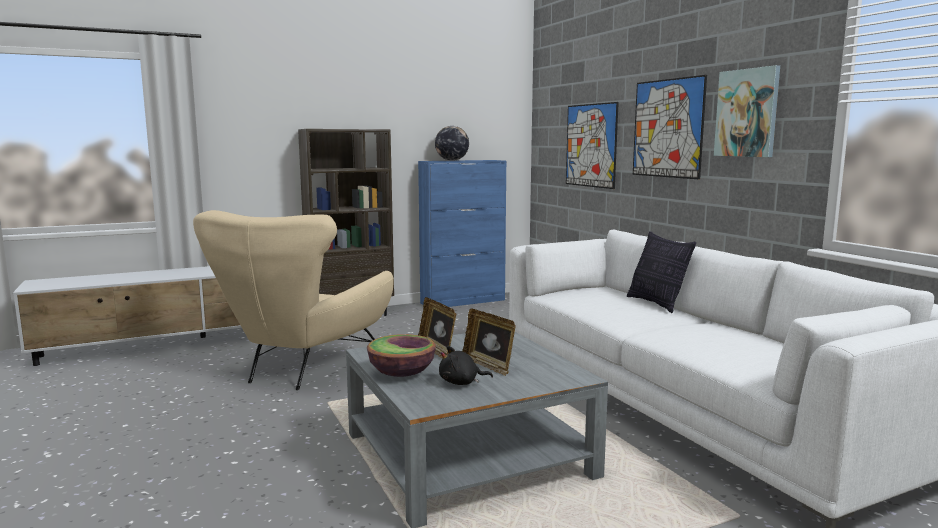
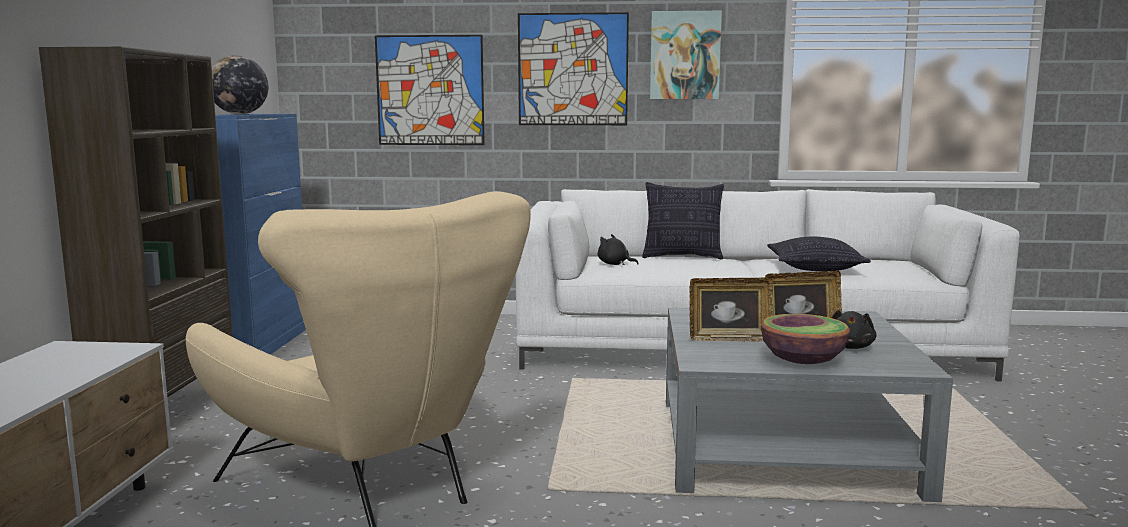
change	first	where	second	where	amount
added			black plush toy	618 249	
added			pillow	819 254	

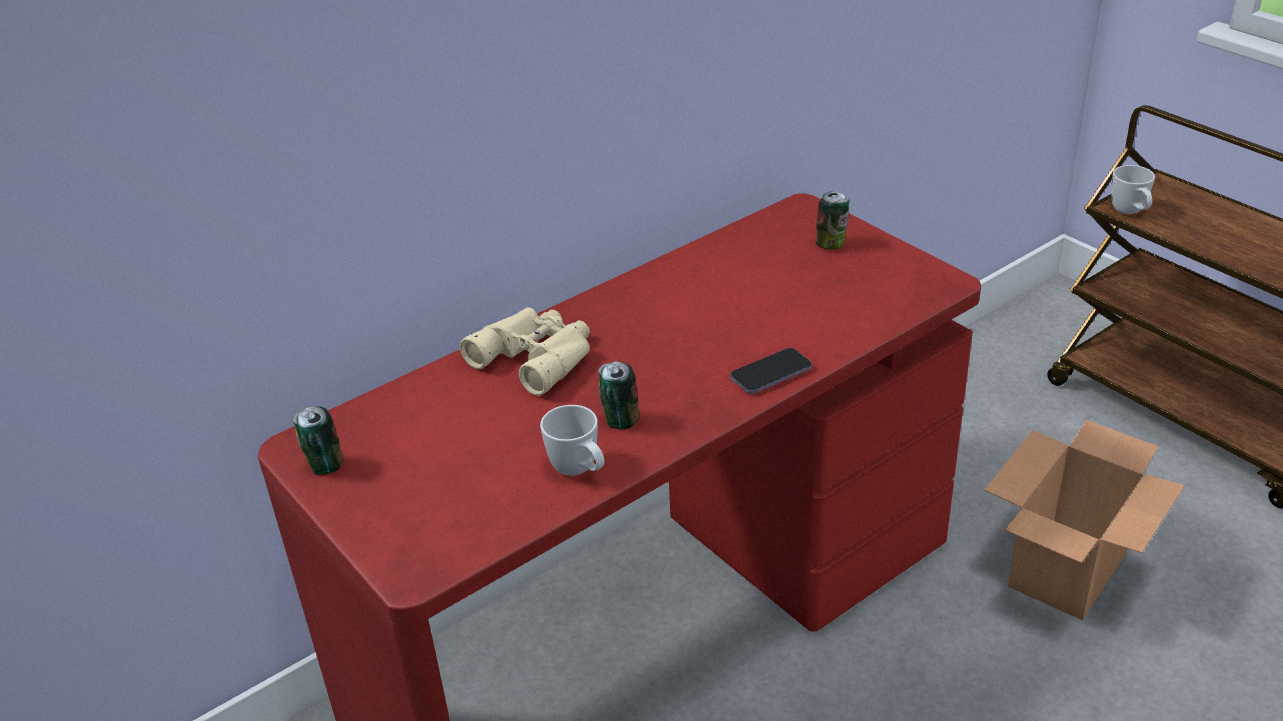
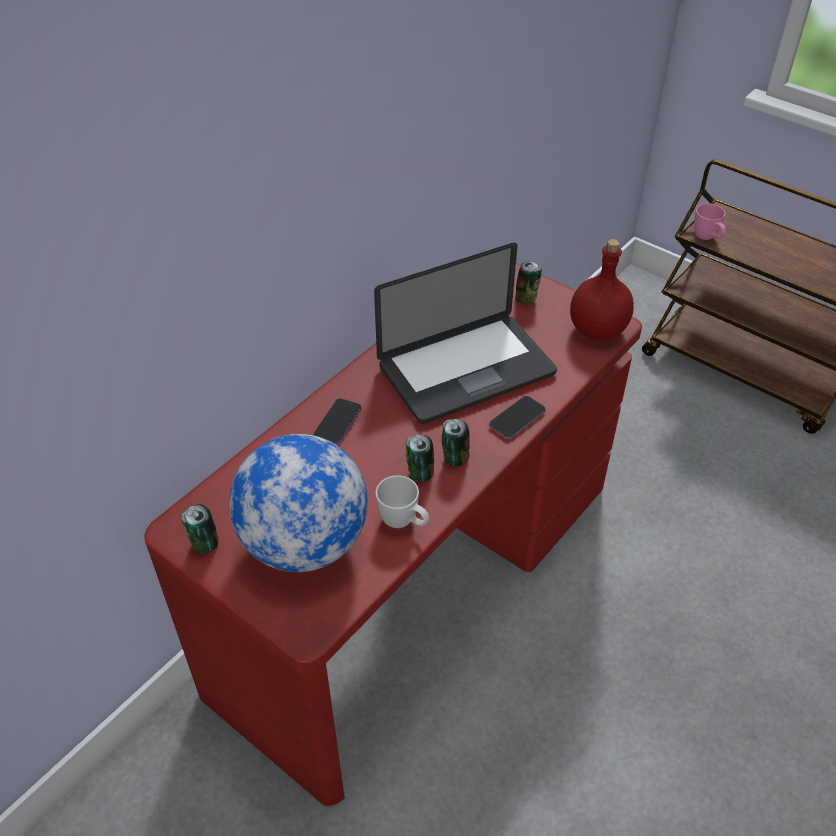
change	first	where	second	where	amount
recoloured	white mug	1133 189	pink mug	710 222	
replaced	beige binoculars	525 351	phone	337 421	
removed	cardboard box	1084 520			
added			red bottle	602 289	
added			laptop	465 333	
added			can	455 443	
added			globe	298 503	

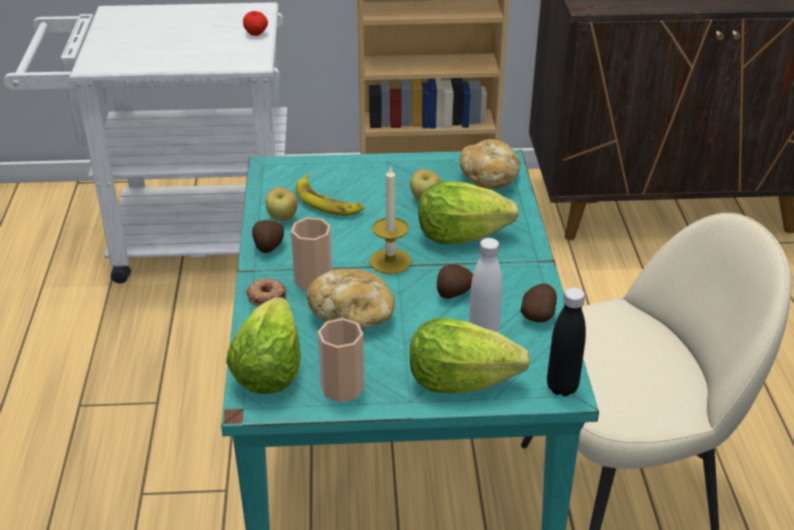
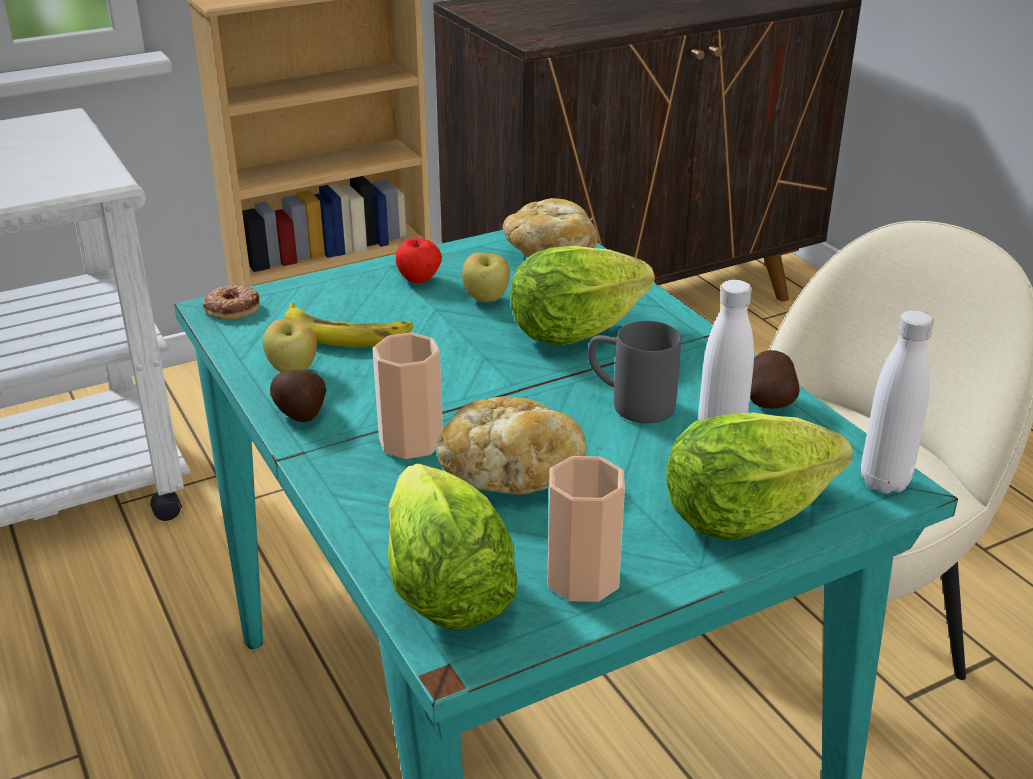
change	first	where	second	where	amount
moved	apple	255 23		419 260	
removed	candle	390 219			
replaced	potato	455 281	grey mug	634 372	
moved	donut	266 292		231 301	
recoloured	black bottle	566 341	white bottle	897 402	

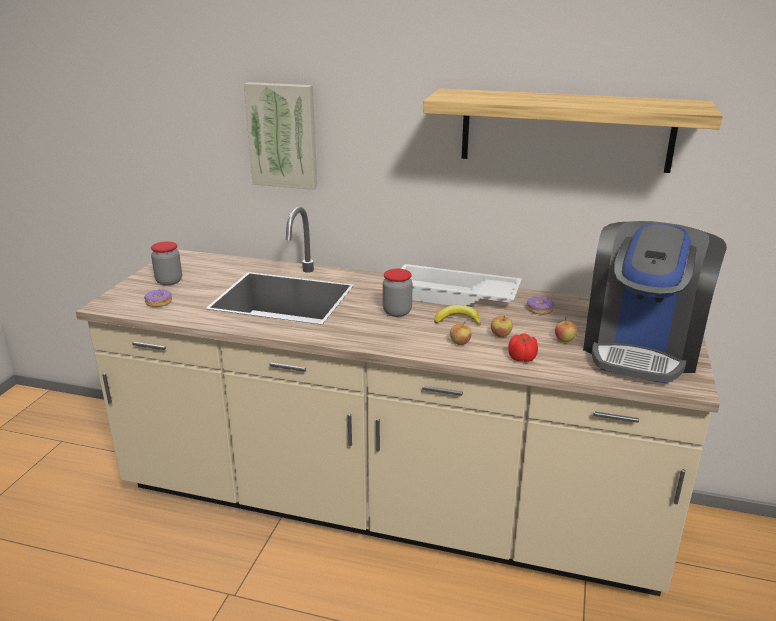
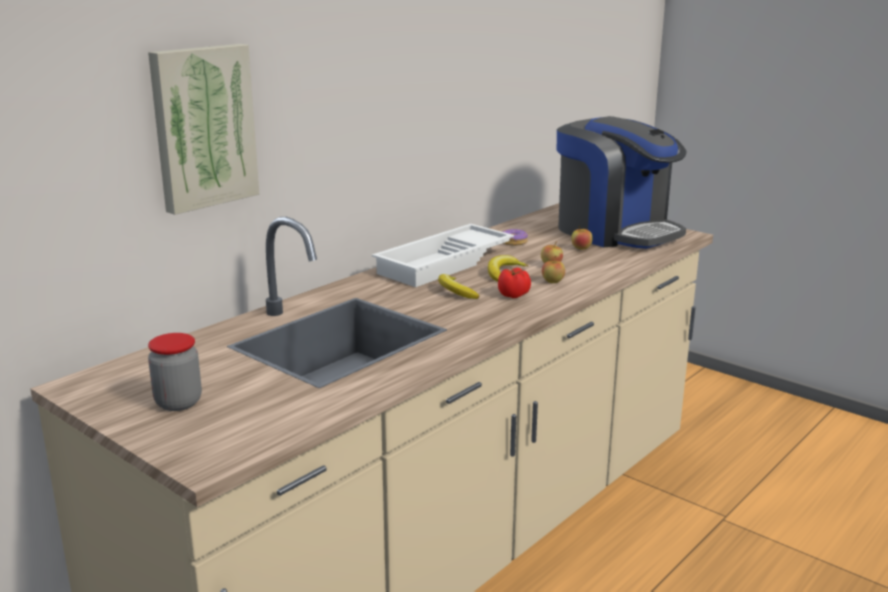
change	first	where	second	where	amount
removed	shelf	573 130			
replaced	jar	398 293	banana	458 286	
removed	donut	158 297			
moved	tomato	523 347		514 283	

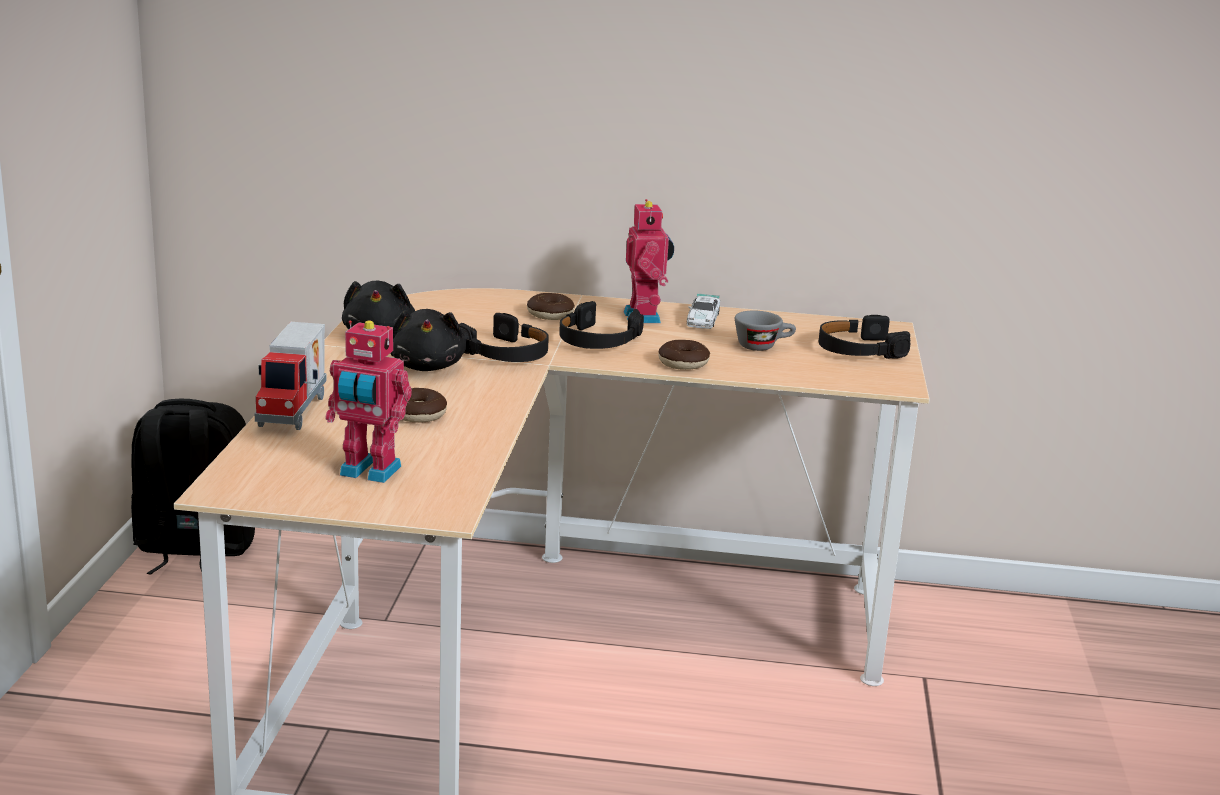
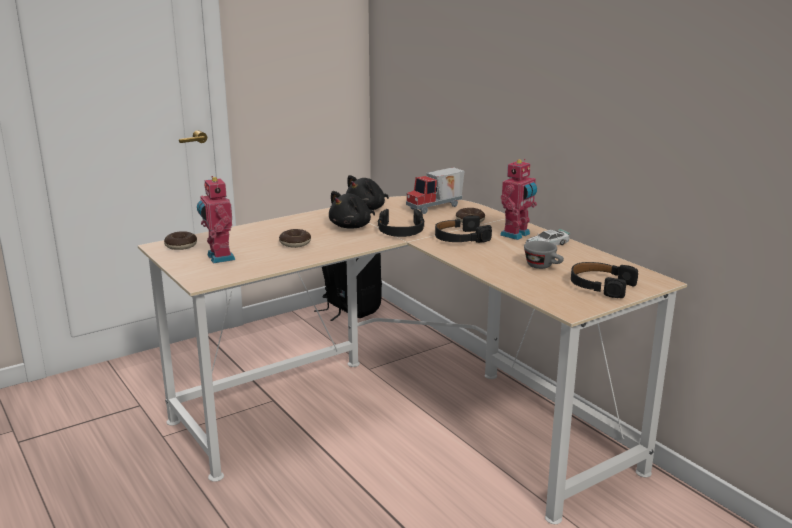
change	first	where	second	where	amount
moved	toy truck	291 376		435 190	
moved	donut	684 355		180 240	

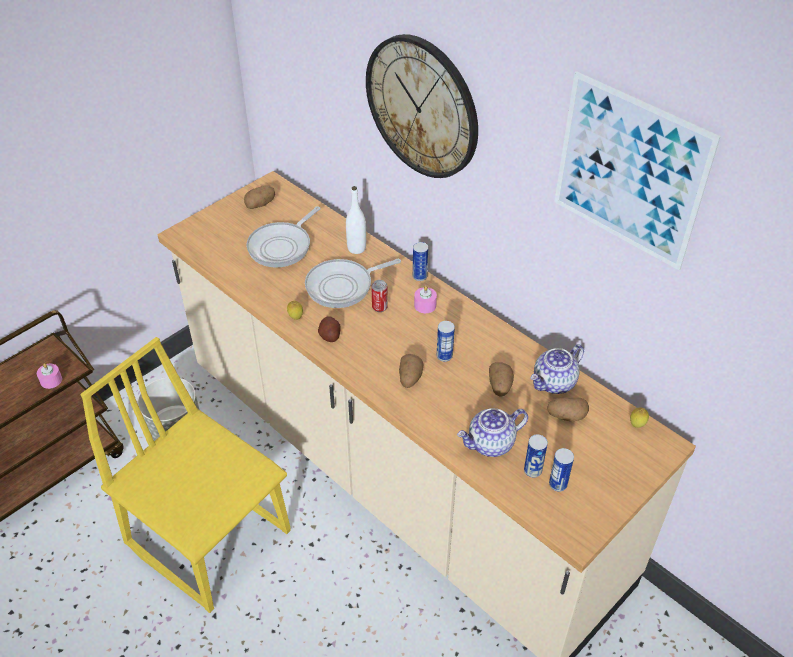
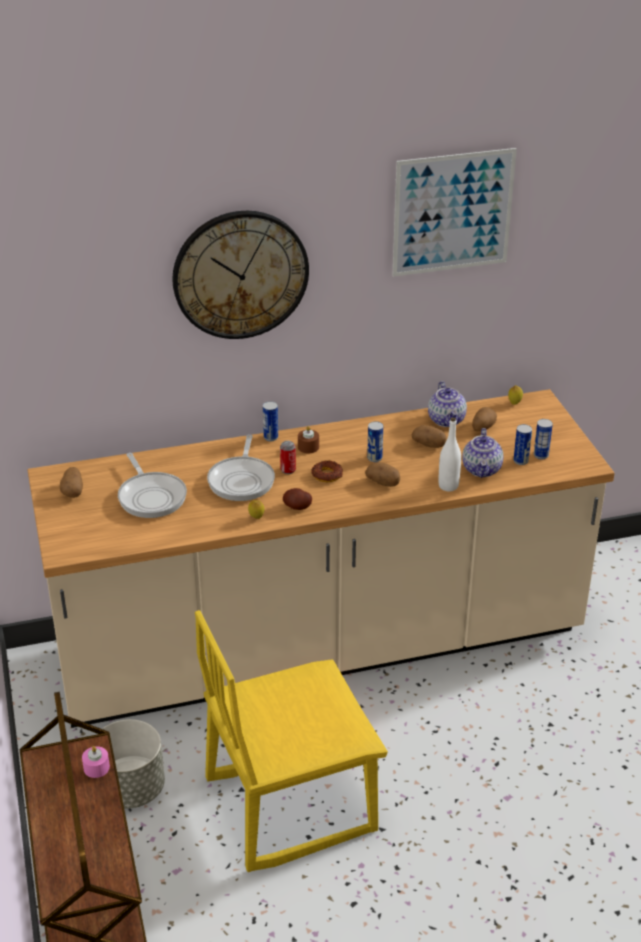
change	first	where	second	where	amount
moved	white bottle	356 220		449 454	
recoloured	pink candle	425 299	brown candle	308 439	
added			donut	327 471	

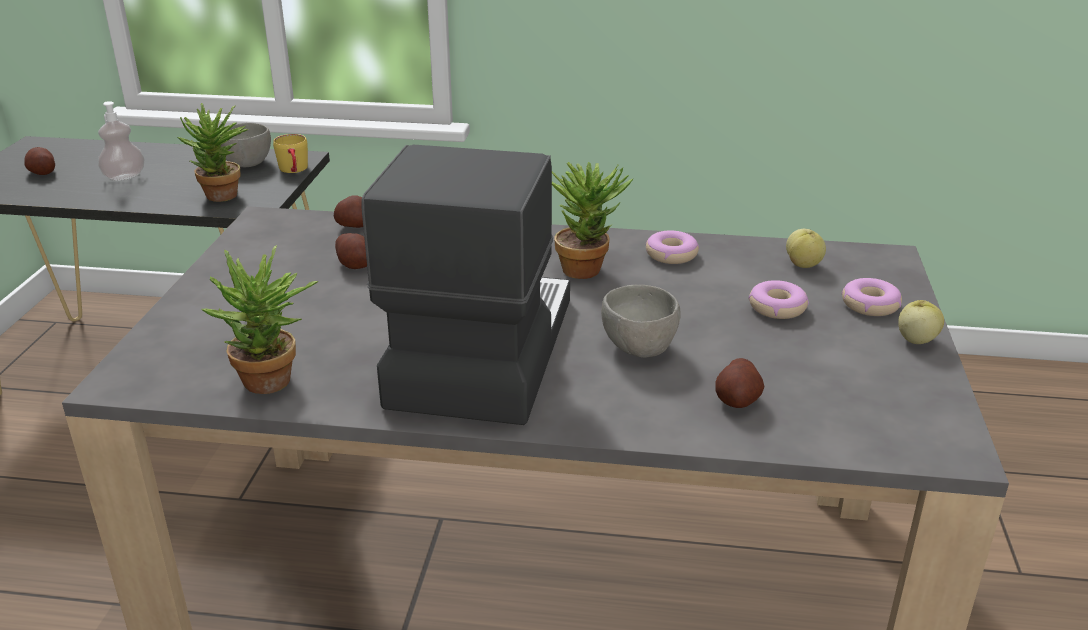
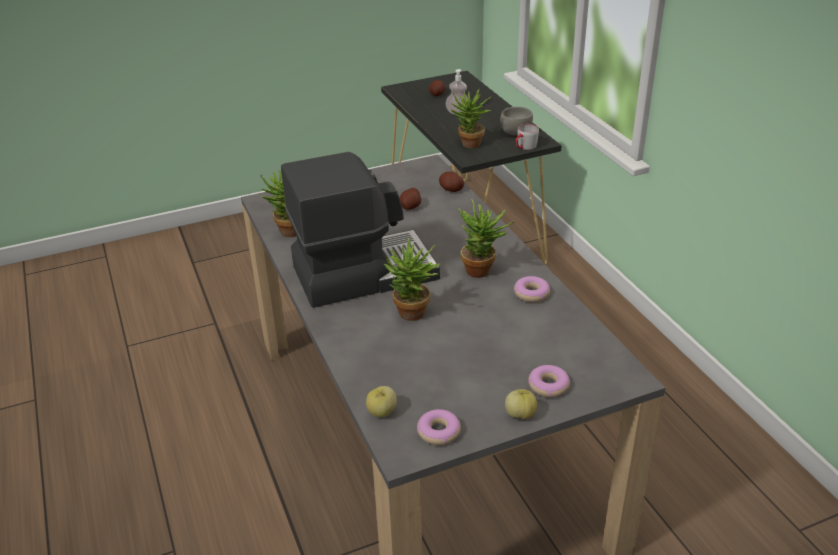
change	first	where	second	where	amount
recoloured	yellow mug	290 153	grey mug	527 137	
moved	apple	806 248		381 401	
moved	donut	778 299		439 427	
replaced	grey bowl	640 321	potted plant	412 279	
removed	potato	739 383			

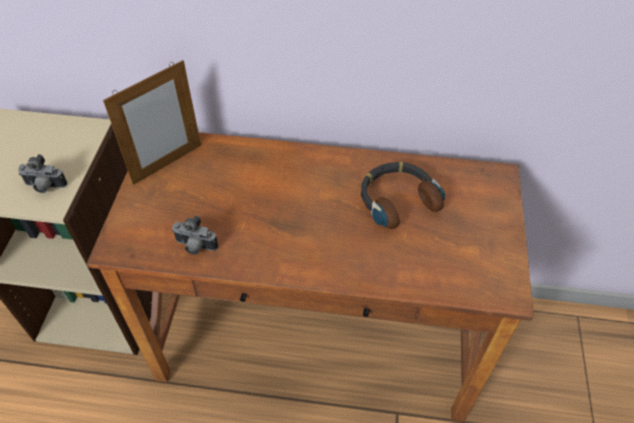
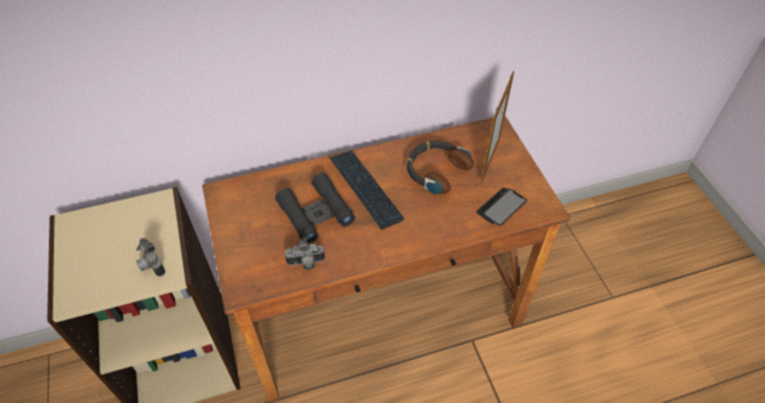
change	first	where	second	where	amount
moved	picture frame	152 122		497 128	
turned	photo camera	43 173		150 257	75 degrees clockwise
added			keyboard	367 190	
added			black binoculars	315 208	
added			phone	502 207	

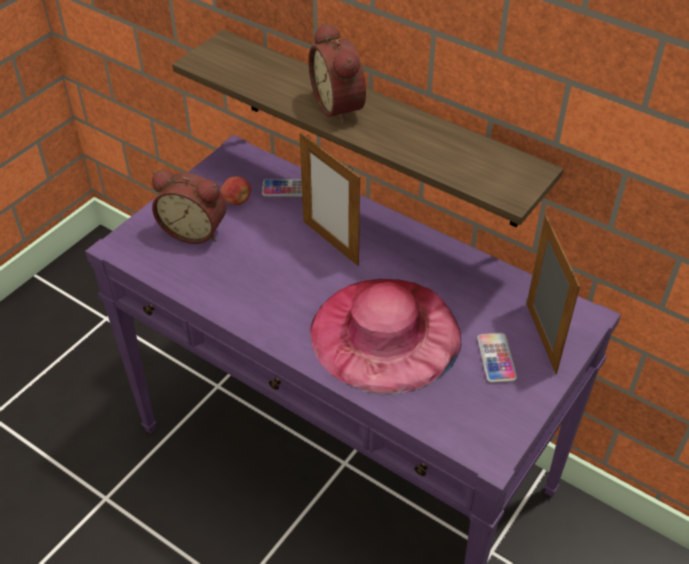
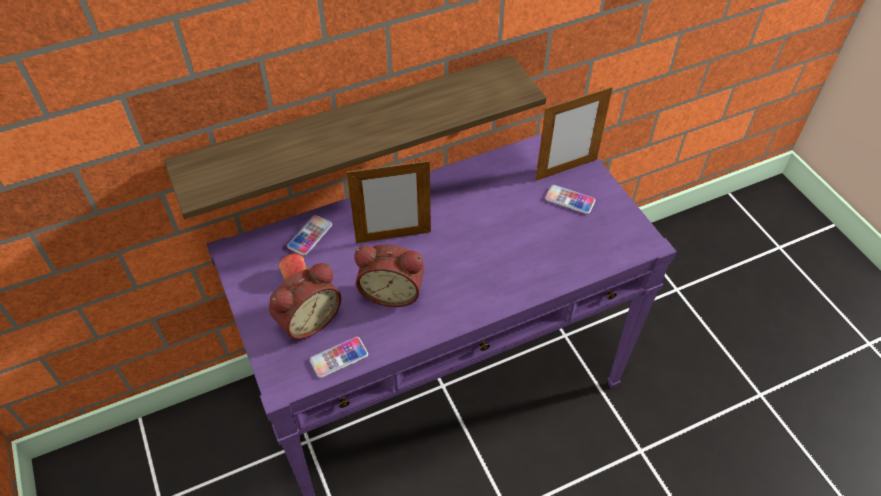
change	first	where	second	where	amount
moved	alarm clock	337 74		389 275	
turned	picture frame	553 294		574 134	135 degrees clockwise
removed	pink hat	385 337			
added			phone	339 357	

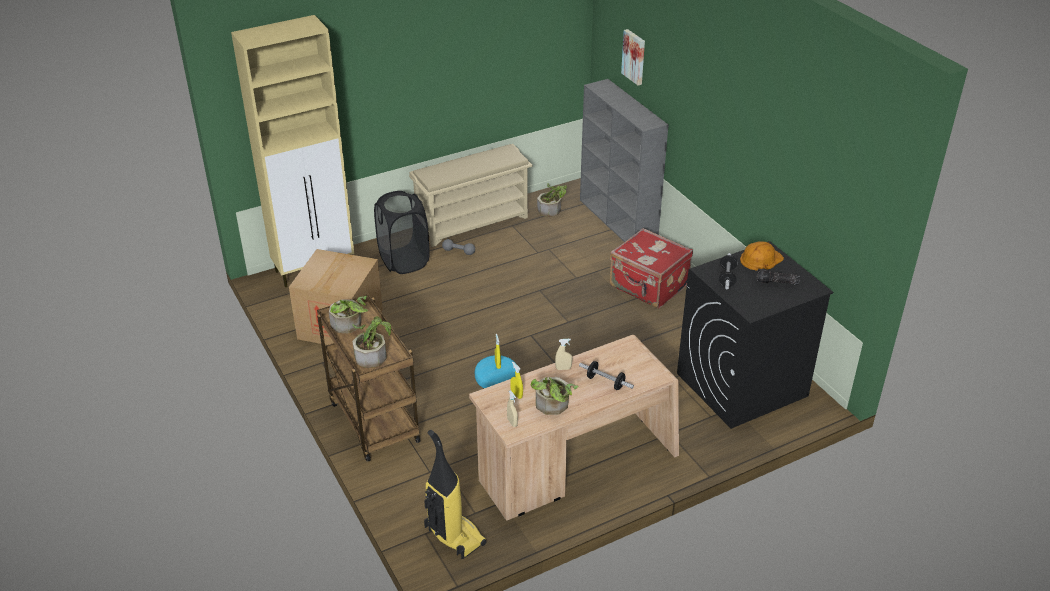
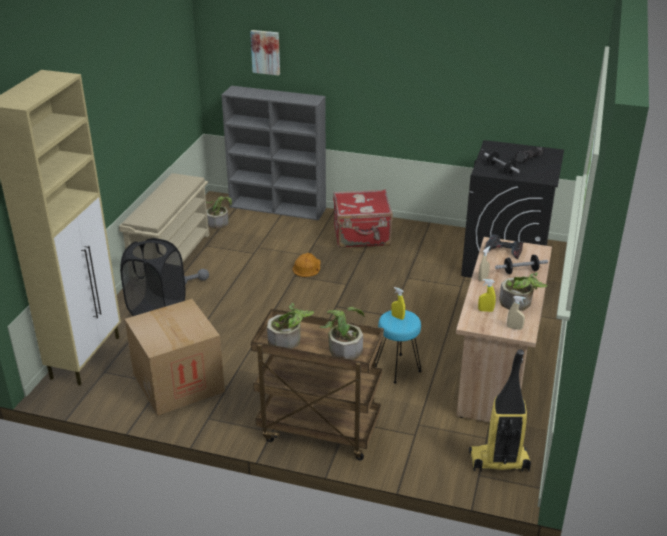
change	first	where	second	where	amount
moved	orange hard hat	762 256		306 265	
added			power drill	503 246	

